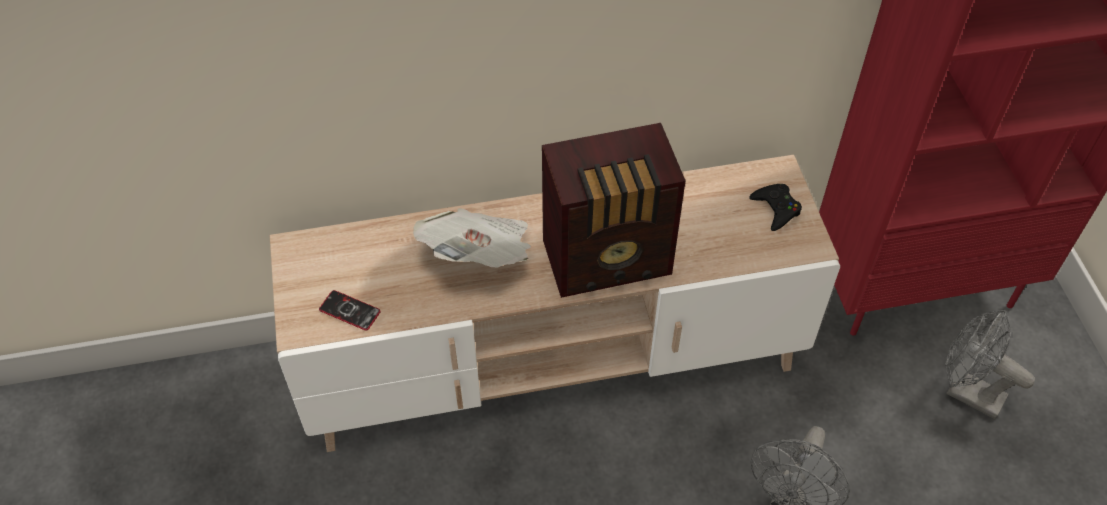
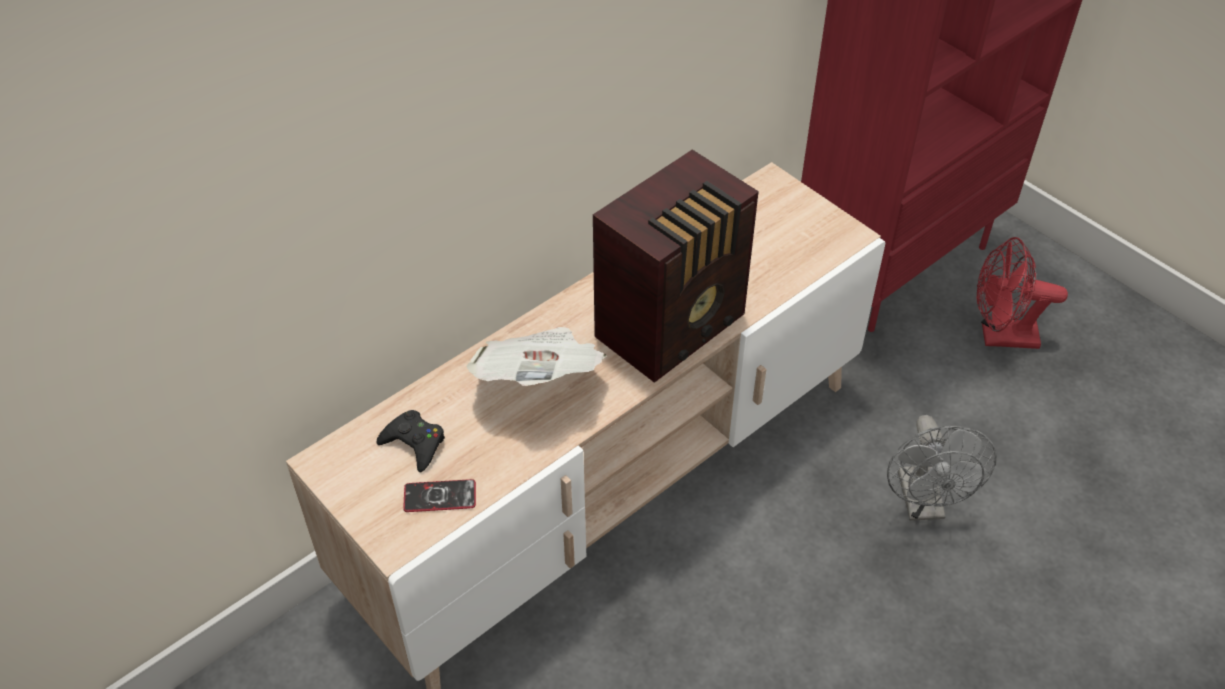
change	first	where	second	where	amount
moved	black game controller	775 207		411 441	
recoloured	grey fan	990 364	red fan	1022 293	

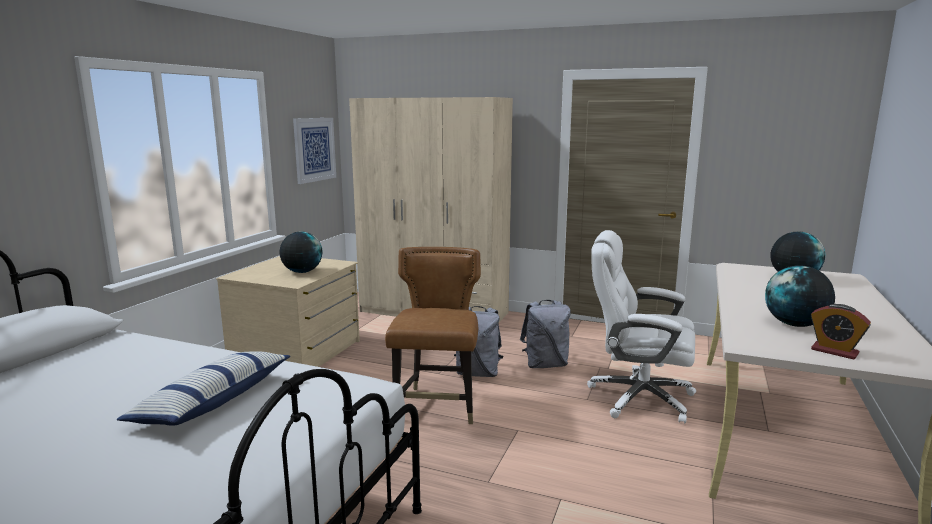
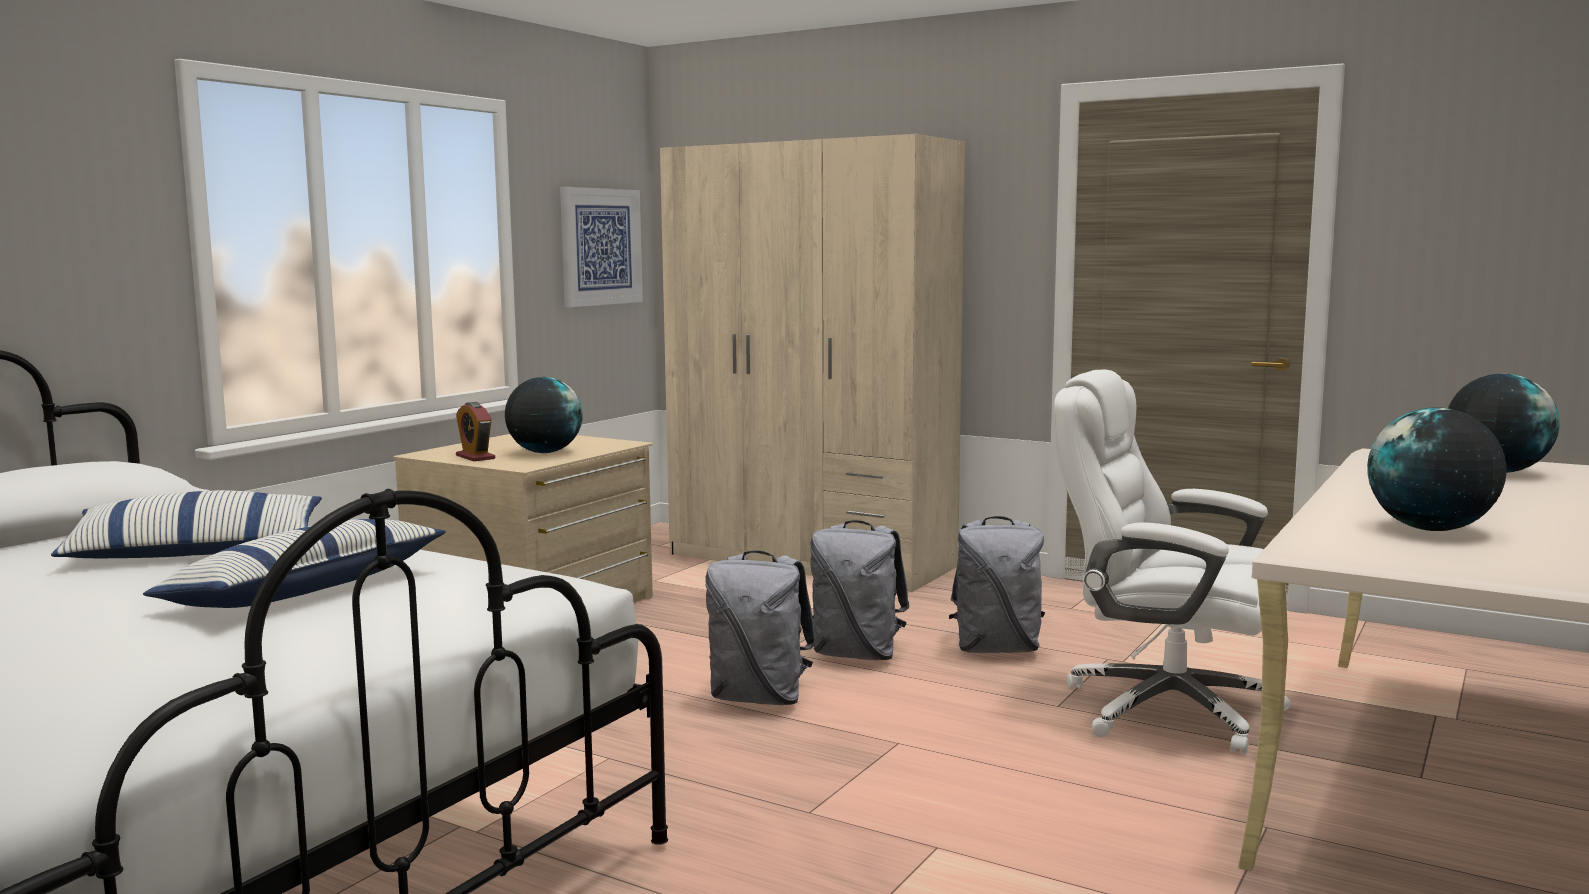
change	first	where	second	where	amount
replaced	brown chair	433 335	grey backpack	760 627	
moved	alarm clock	841 332		475 431	
added			pillow	186 524	

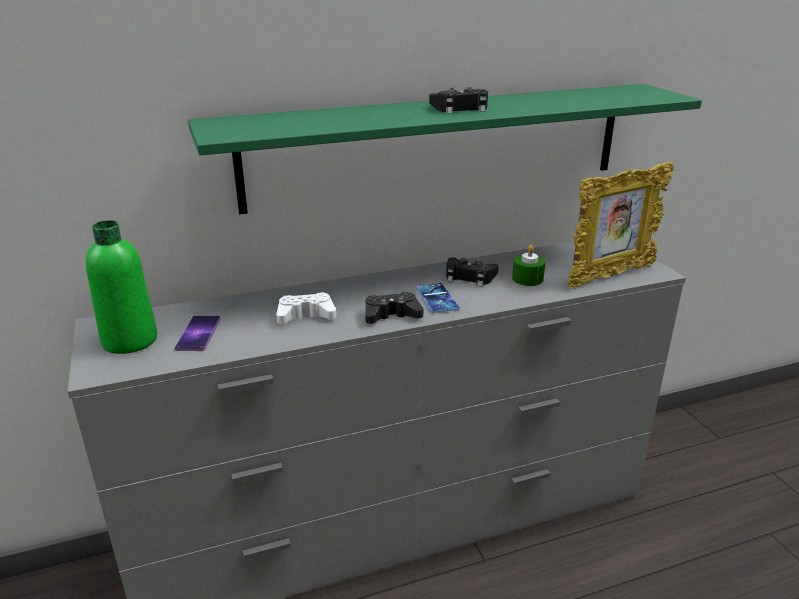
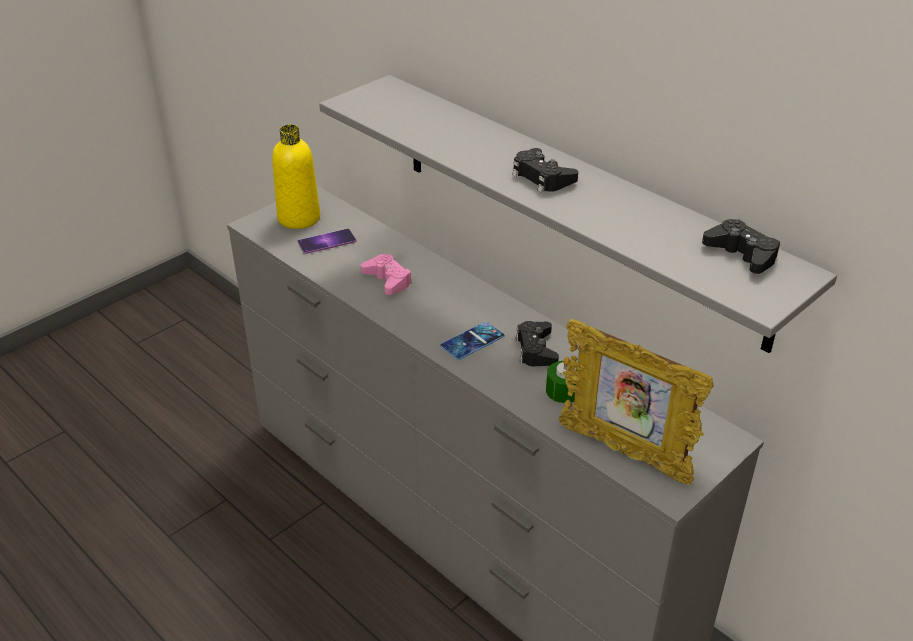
change	first	where	second	where	amount
recoloured	green shelf	445 149	grey shelf	578 214	
recoloured	green bottle	121 287	yellow bottle	296 176	
recoloured	white game controller	306 308	pink game controller	386 274	
moved	black game controller	394 308		741 246	

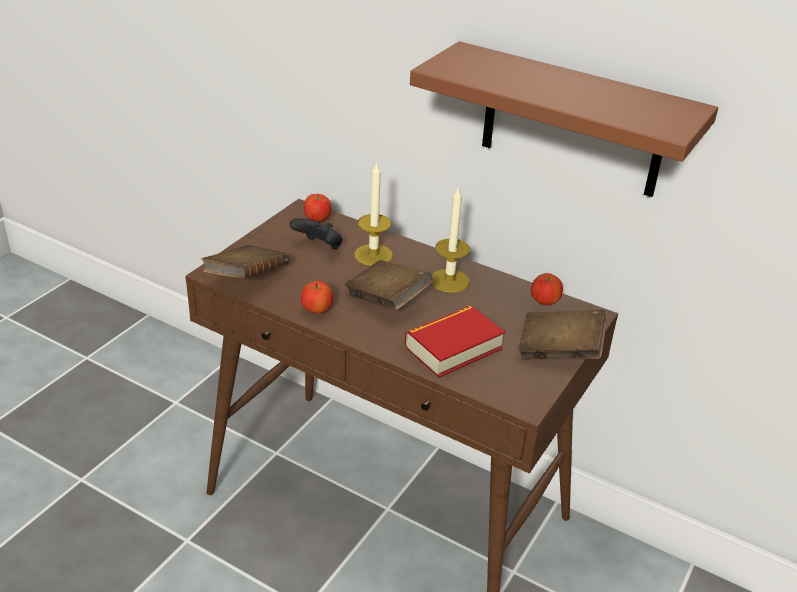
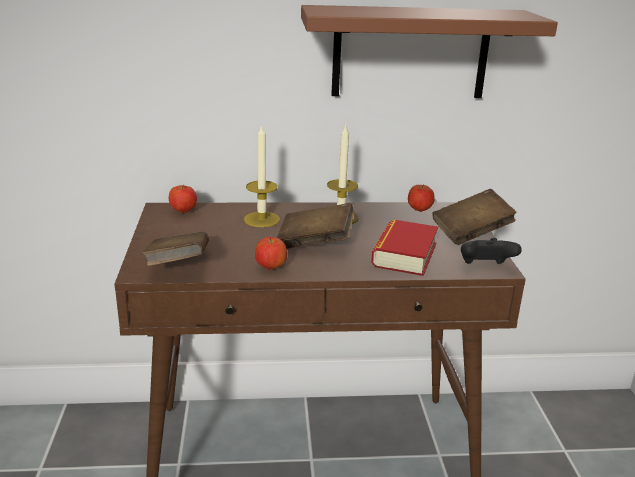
change	first	where	second	where	amount
moved	black game controller	316 233		491 251	

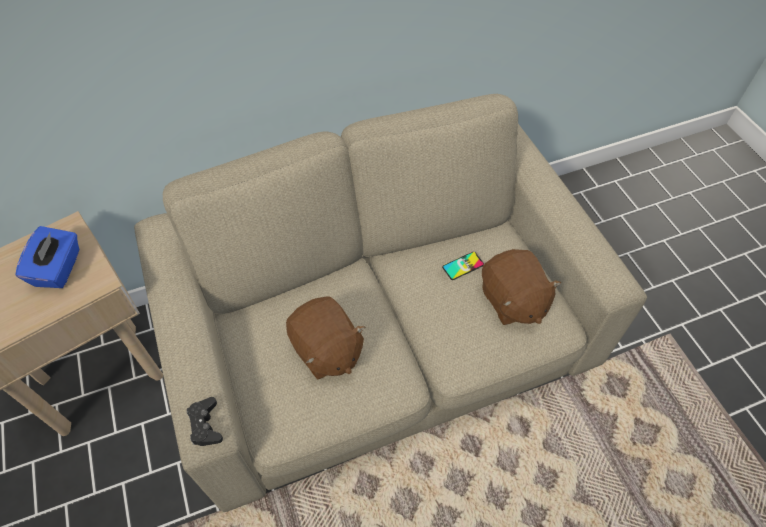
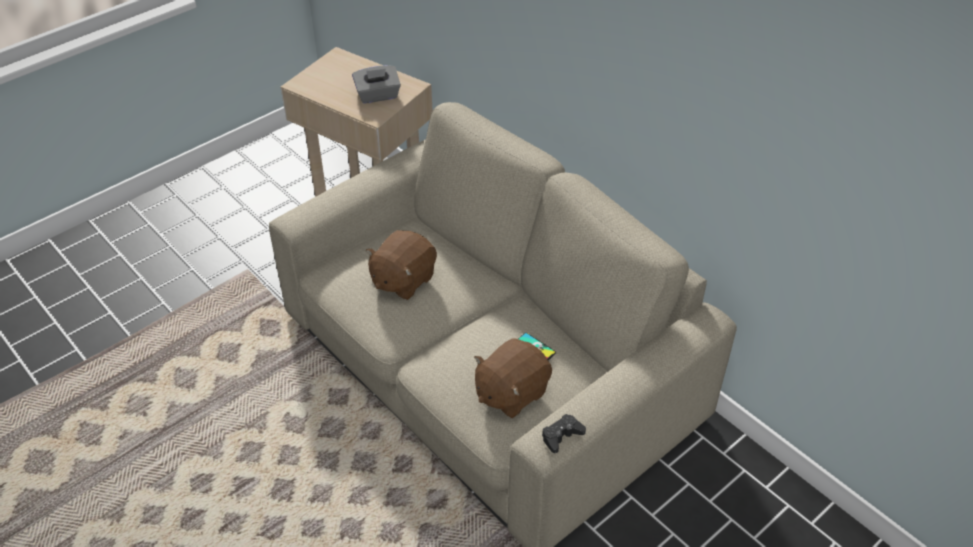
change	first	where	second	where	amount
recoloured	blue tissue box	47 257	grey tissue box	376 84	
moved	black game controller	205 421		564 433	

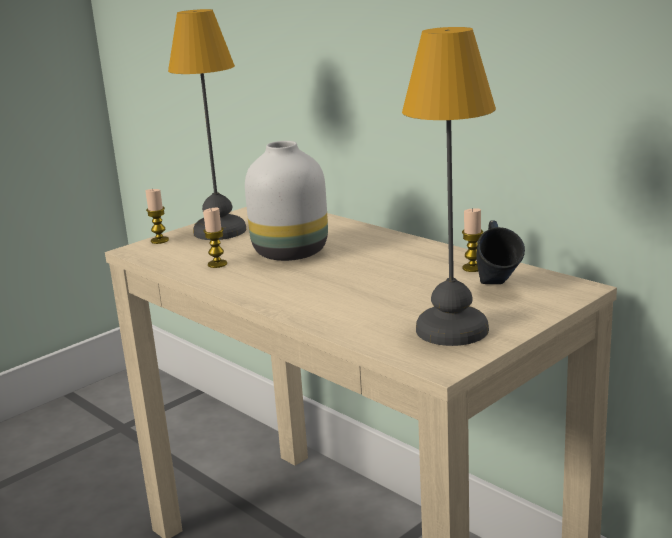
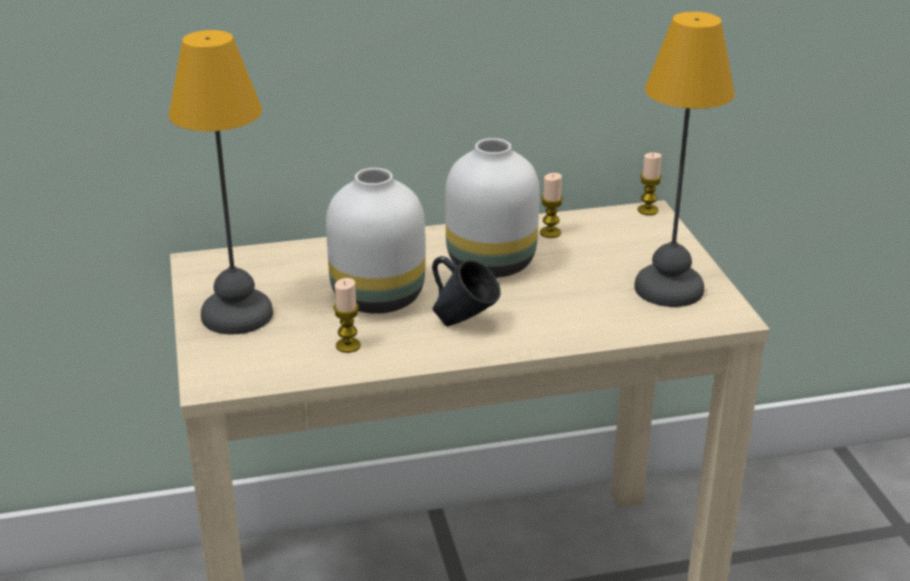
change	first	where	second	where	amount
moved	candle	157 216		650 184	
moved	blue mug	500 252		466 291	
added			white vase	492 208	

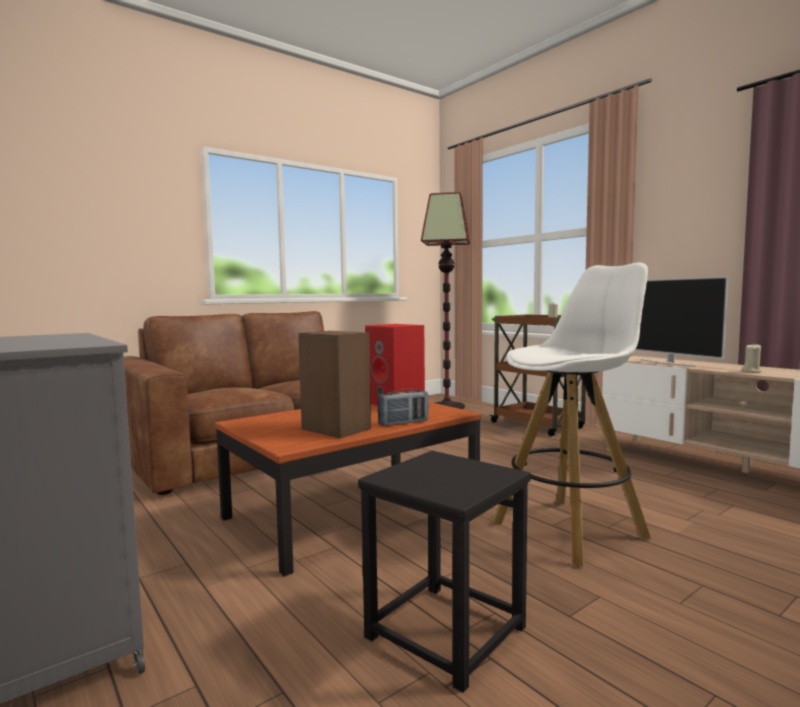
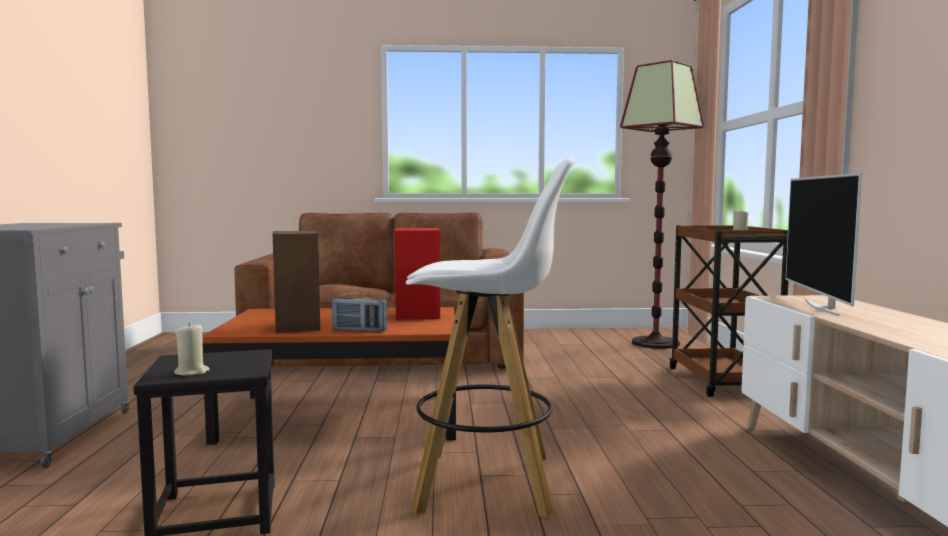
change	first	where	second	where	amount
moved	beige candle	751 357		192 349	

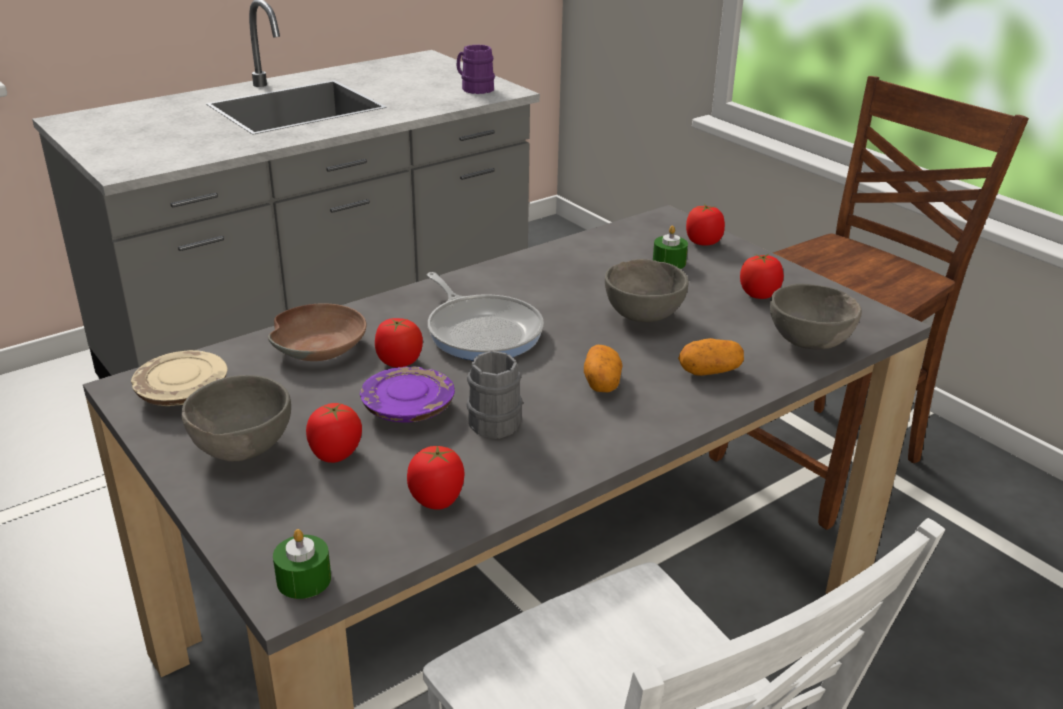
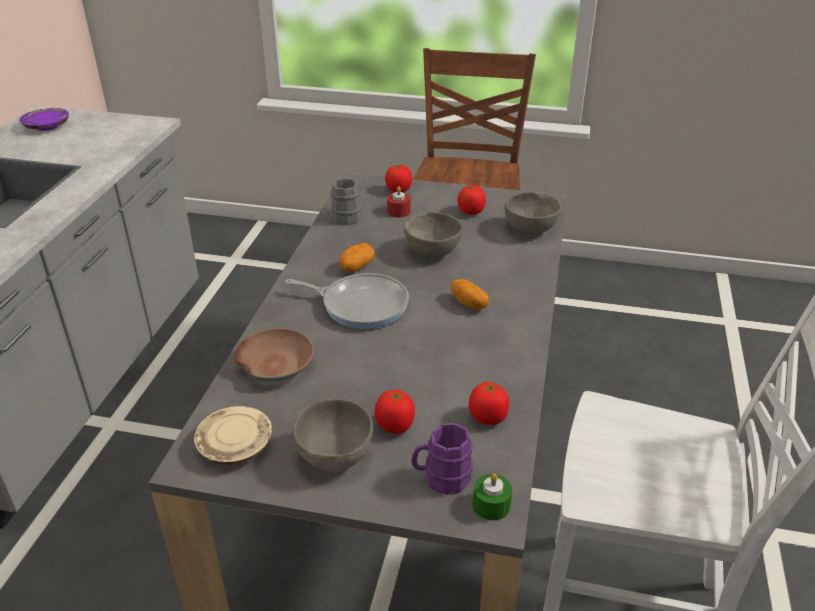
change	first	where	second	where	amount
moved	purple mug	476 69		442 459	
recoloured	green candle	670 247	red candle	399 202	
removed	tomato	399 343			
moved	potato	711 357		357 257	
moved	grey mug	495 395		345 201	
moved	purple plate	407 394		44 119	

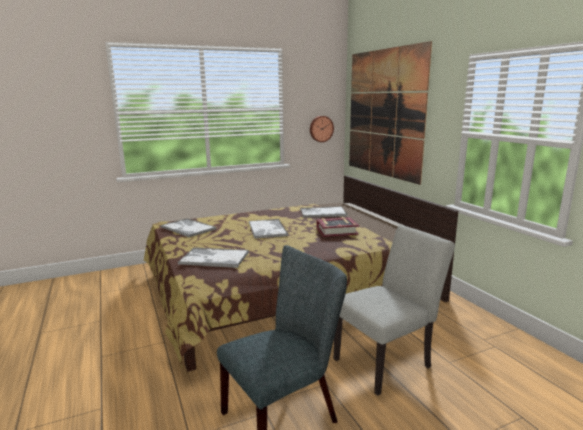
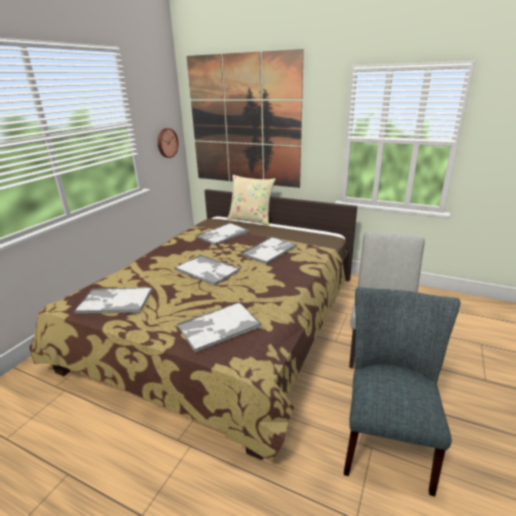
change	first	where	second	where	amount
replaced	book	337 227	tray	268 250	
added			beige pillow	251 200	

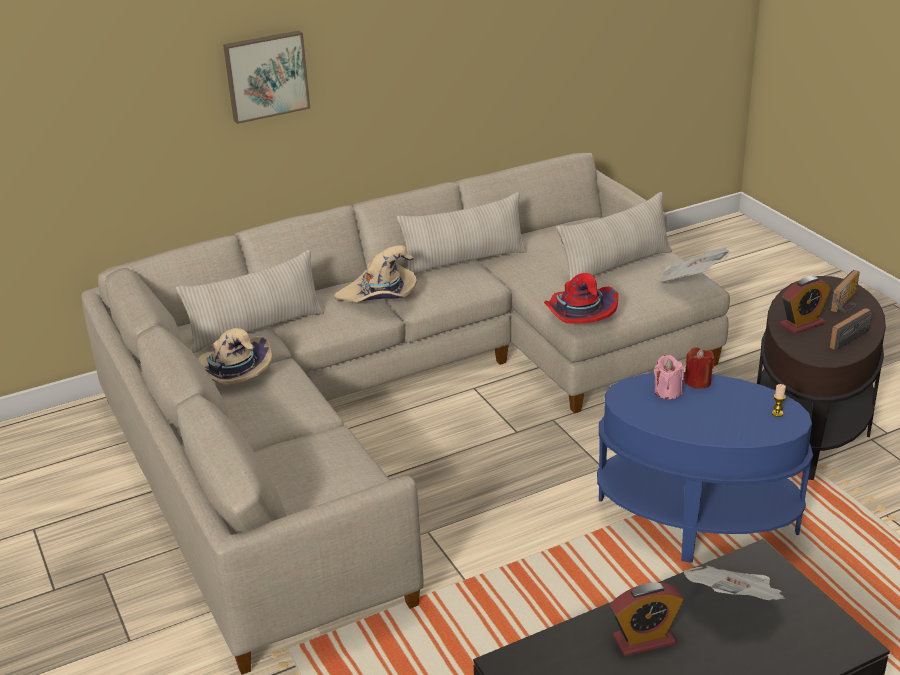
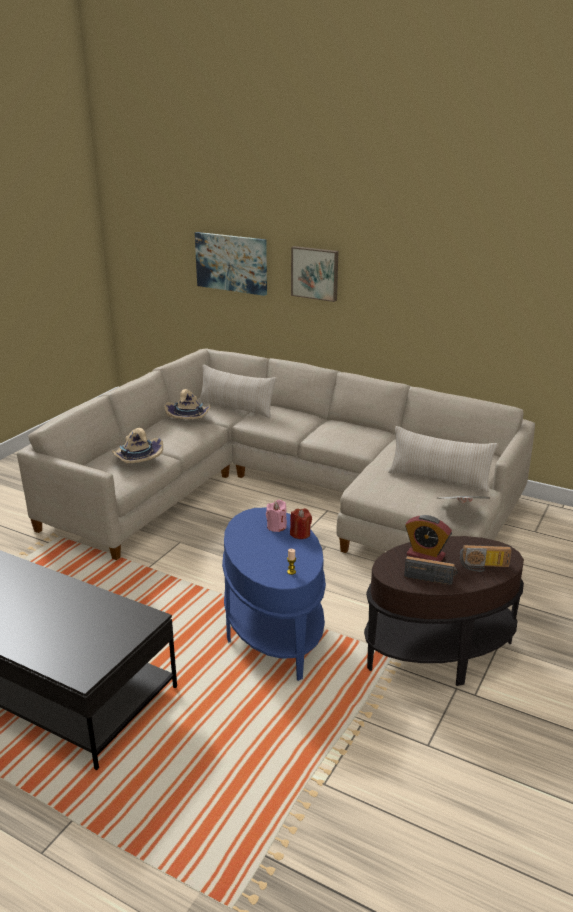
change	first	where	second	where	amount
removed	beige pillow	462 233			
moved	beige hat	375 273		137 445	
removed	red hat	581 298			
removed	newspaper	734 583			
removed	alarm clock	647 619			
added			picture	231 264	

